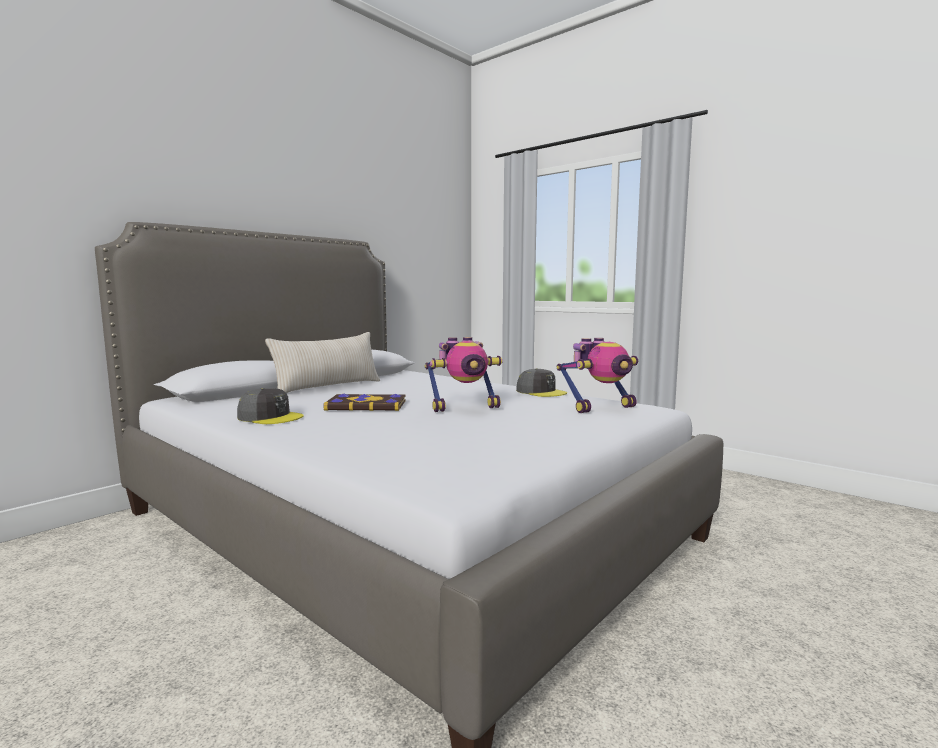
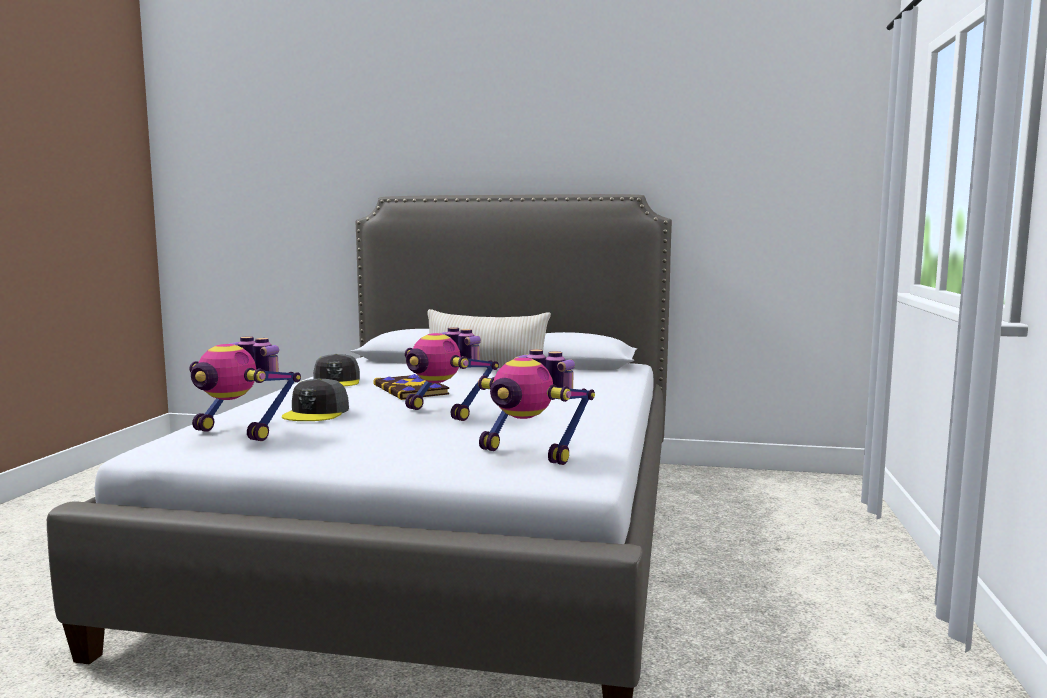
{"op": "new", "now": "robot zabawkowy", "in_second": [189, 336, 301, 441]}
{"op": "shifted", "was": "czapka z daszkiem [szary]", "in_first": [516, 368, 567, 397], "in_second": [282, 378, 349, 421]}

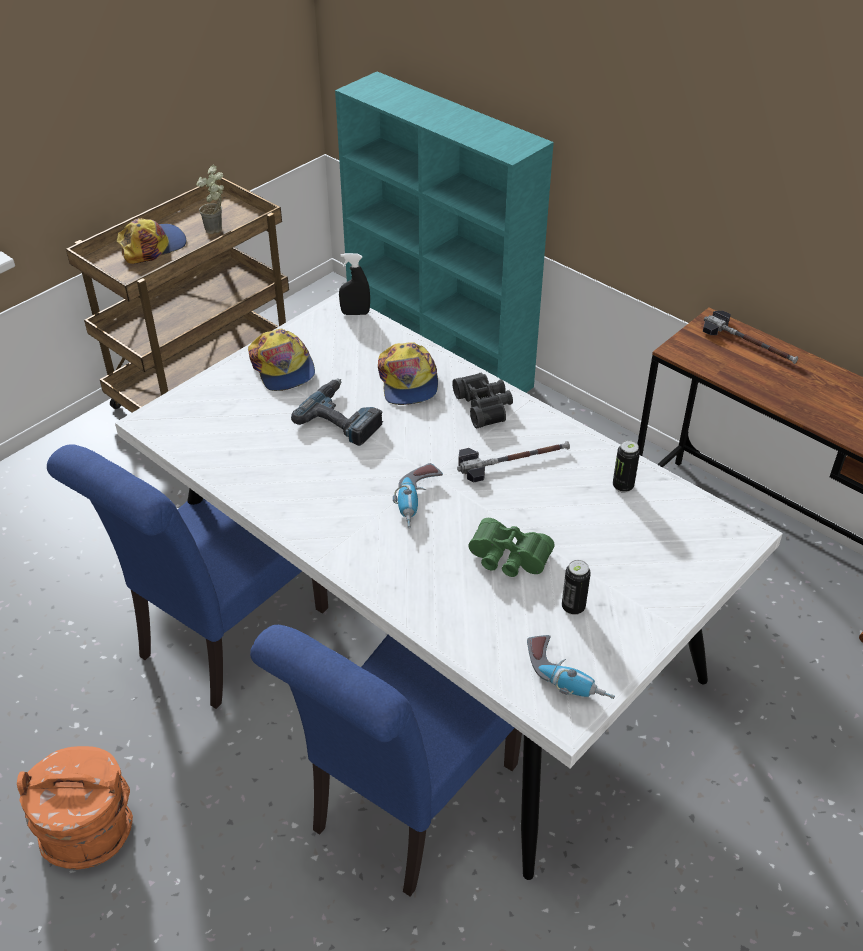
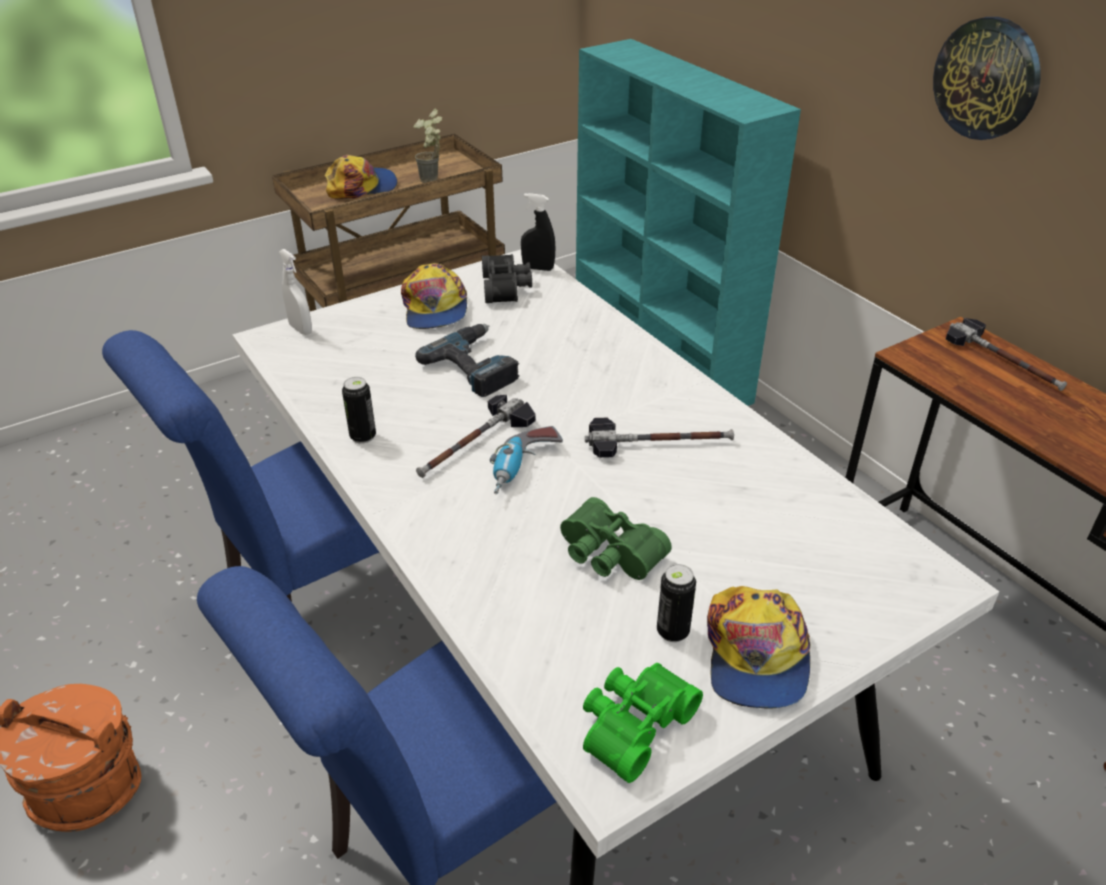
{"op": "new", "now": "spryskiwacz [biały]", "in_second": [279, 249, 312, 335]}
{"op": "shifted", "was": "puszka", "in_first": [613, 440, 640, 493], "in_second": [342, 377, 376, 444]}
{"op": "new", "now": "młotek", "in_second": [416, 395, 536, 478]}
{"op": "shifted", "was": "lornetka [czarny]", "in_first": [452, 373, 513, 428], "in_second": [482, 254, 532, 303]}
{"op": "swapped", "was": "wiertarka", "now": "lornetka [zielony]", "in_first": [527, 635, 615, 699], "in_second": [583, 663, 703, 783]}
{"op": "shifted", "was": "czapka z daszkiem", "in_first": [378, 342, 438, 405], "in_second": [707, 586, 810, 709]}
{"op": "new", "now": "zegar ścienny", "in_second": [933, 17, 1041, 140]}

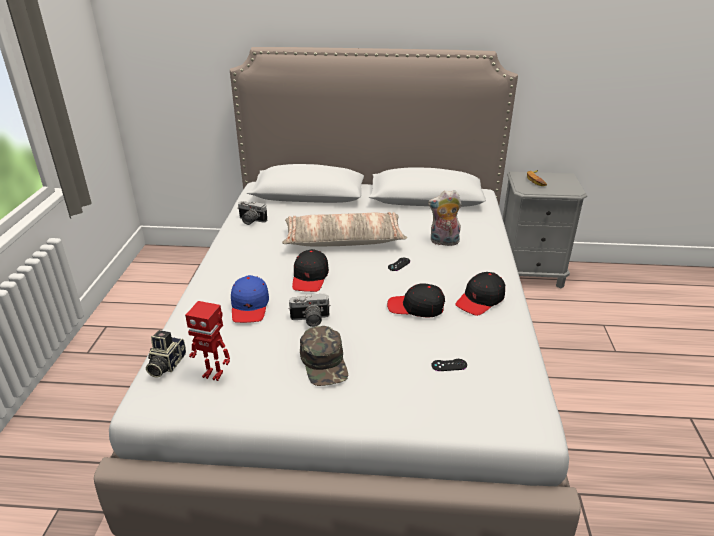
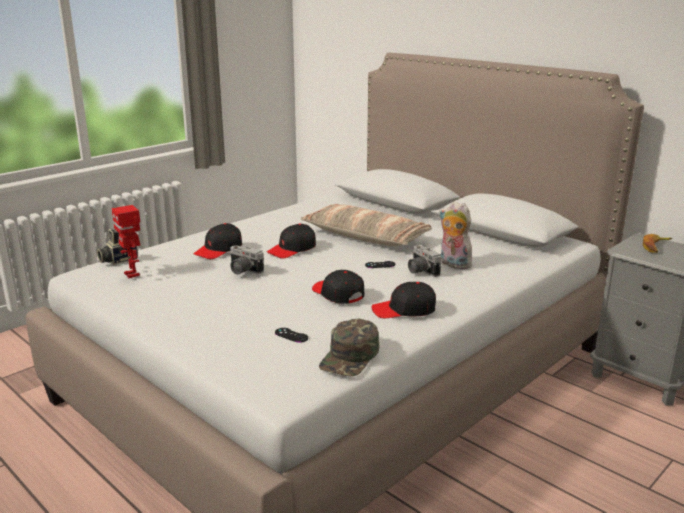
{"op": "repainted", "was": "czapka z daszkiem [niebieski]", "now": "czapka z daszkiem [czarny]", "in_first": [231, 275, 269, 323], "in_second": [194, 223, 242, 259]}
{"op": "shifted", "was": "czapka z daszkiem [zielony]", "in_first": [300, 326, 348, 386], "in_second": [319, 319, 379, 377]}
{"op": "shifted", "was": "aparat fotograficzny", "in_first": [237, 201, 267, 225], "in_second": [408, 245, 442, 277]}

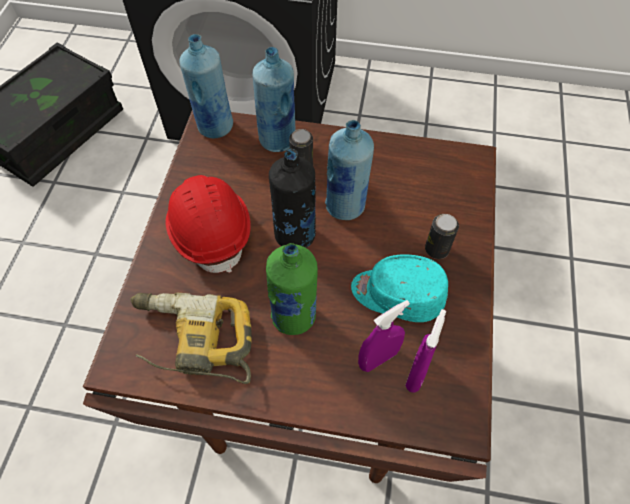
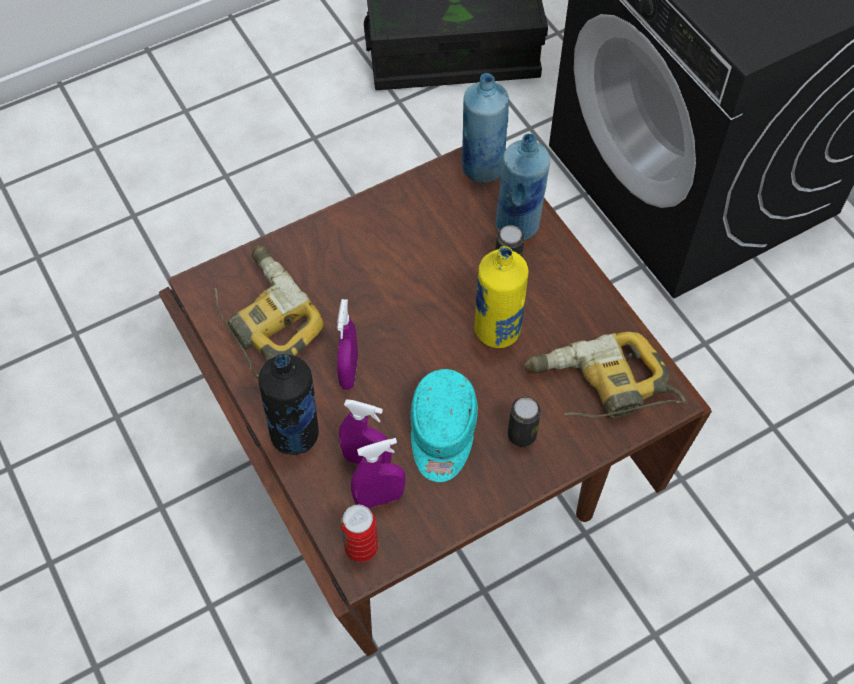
{"op": "shifted", "was": "butelka [czarny]", "in_first": [269, 149, 316, 248], "in_second": [259, 354, 319, 455]}
{"op": "swapped", "was": "butelka [zielony]", "now": "spryskiwacz [fioletowy]", "in_first": [266, 243, 318, 335], "in_second": [337, 299, 358, 390]}
{"op": "new", "now": "puszka", "in_second": [341, 505, 378, 562]}
{"op": "rotated", "was": "czapka z daszkiem [turkusowy]", "in_first": [351, 254, 448, 322], "in_second": [411, 369, 478, 482], "clockwise": -150}
{"op": "repainted", "was": "butelka [niebieski]", "now": "butelka [żółty]", "in_first": [325, 120, 374, 220], "in_second": [474, 246, 528, 348]}
{"op": "new", "now": "wiertarka", "in_second": [524, 332, 687, 418]}
{"op": "gone", "was": "kask [czerwony]", "in_first": [165, 175, 251, 273]}

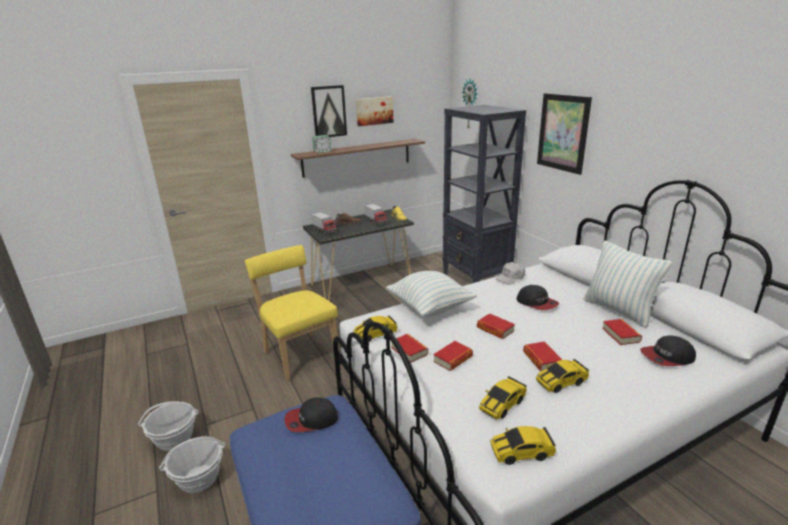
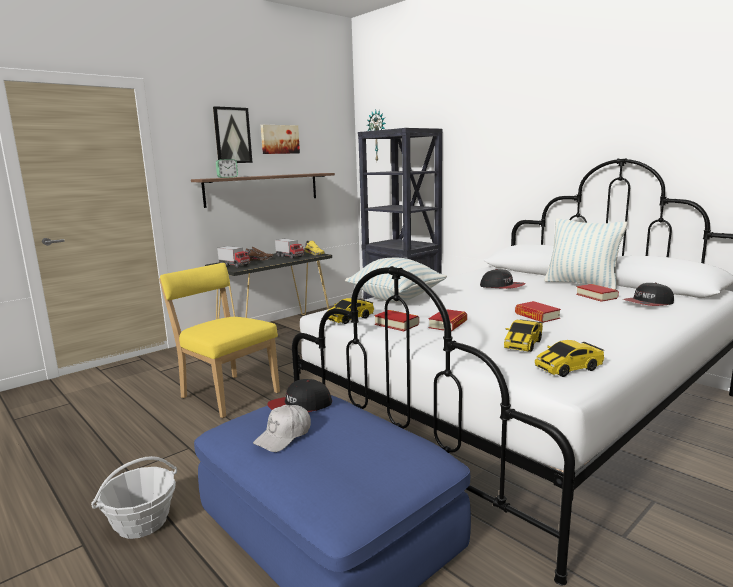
{"op": "shifted", "was": "czapka z daszkiem [biały]", "in_first": [495, 262, 525, 285], "in_second": [253, 405, 311, 452]}
{"op": "gone", "was": "koszyk", "in_first": [138, 401, 199, 451]}
{"op": "gone", "was": "książka", "in_first": [477, 313, 515, 339]}
{"op": "gone", "was": "samochodzik", "in_first": [536, 359, 590, 393]}
{"op": "gone", "was": "obraz", "in_first": [537, 93, 592, 175]}

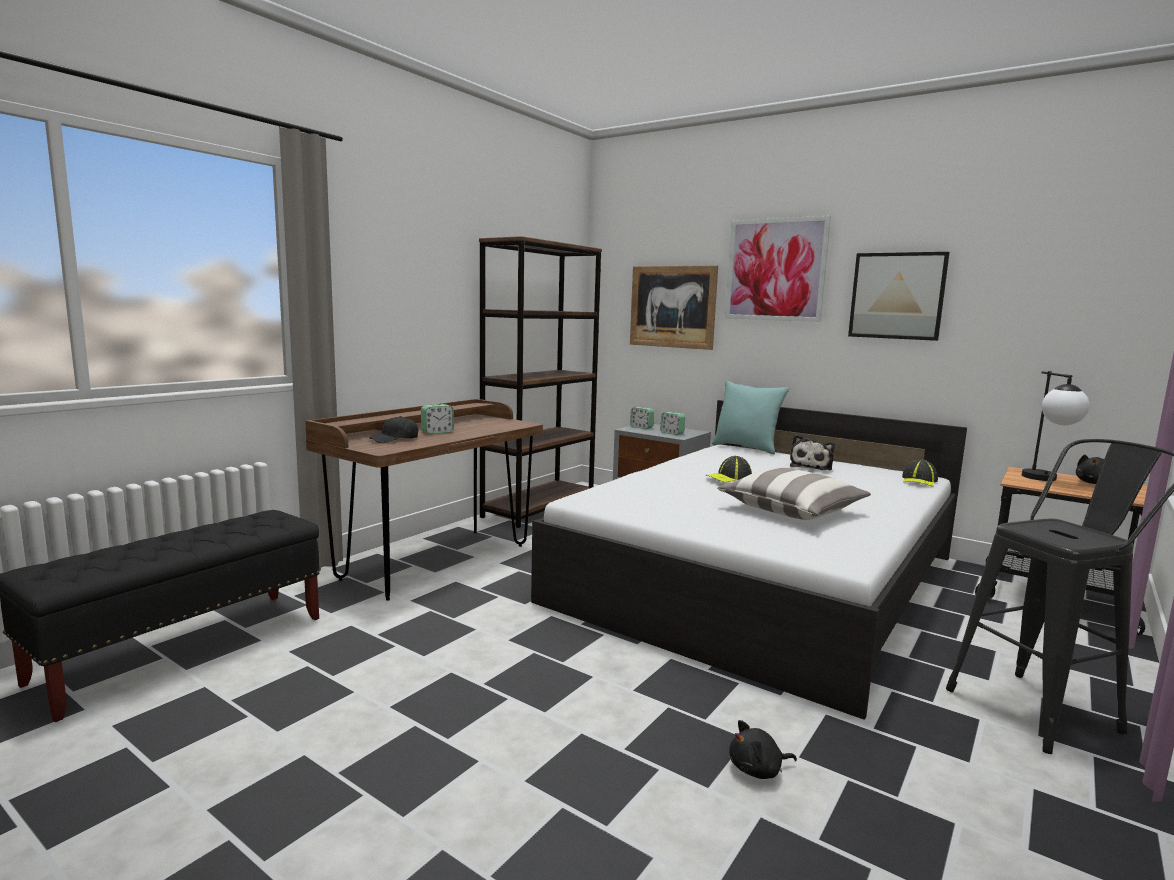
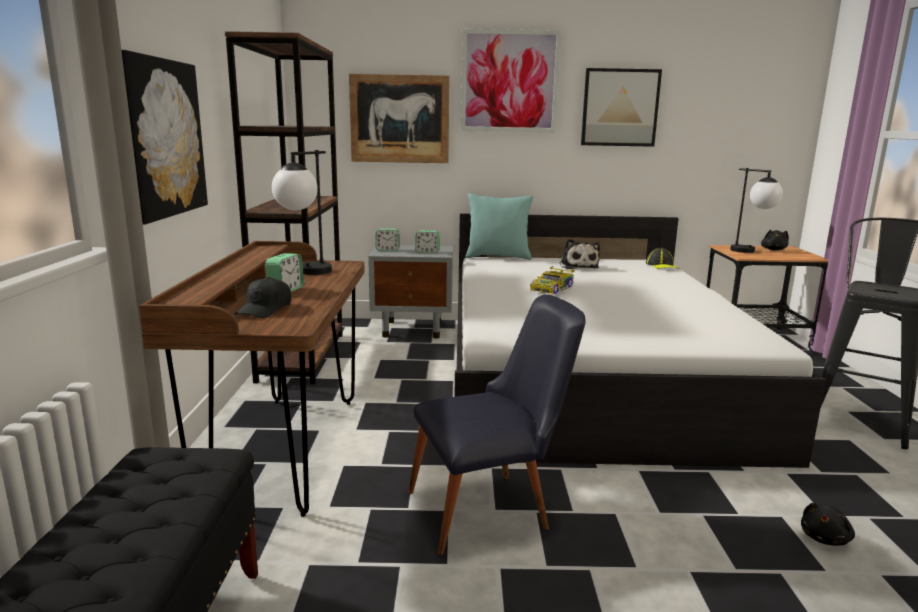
{"op": "new", "now": "obraz", "in_second": [121, 50, 208, 225]}
{"op": "new", "now": "lampa stołowa", "in_second": [272, 150, 332, 275]}
{"op": "new", "now": "krzesło [czarny]", "in_second": [408, 294, 586, 555]}
{"op": "swapped", "was": "czapka z daszkiem", "now": "samochodzik", "in_first": [706, 456, 752, 483], "in_second": [530, 266, 574, 294]}
{"op": "gone", "was": "poduszka", "in_first": [717, 467, 871, 520]}

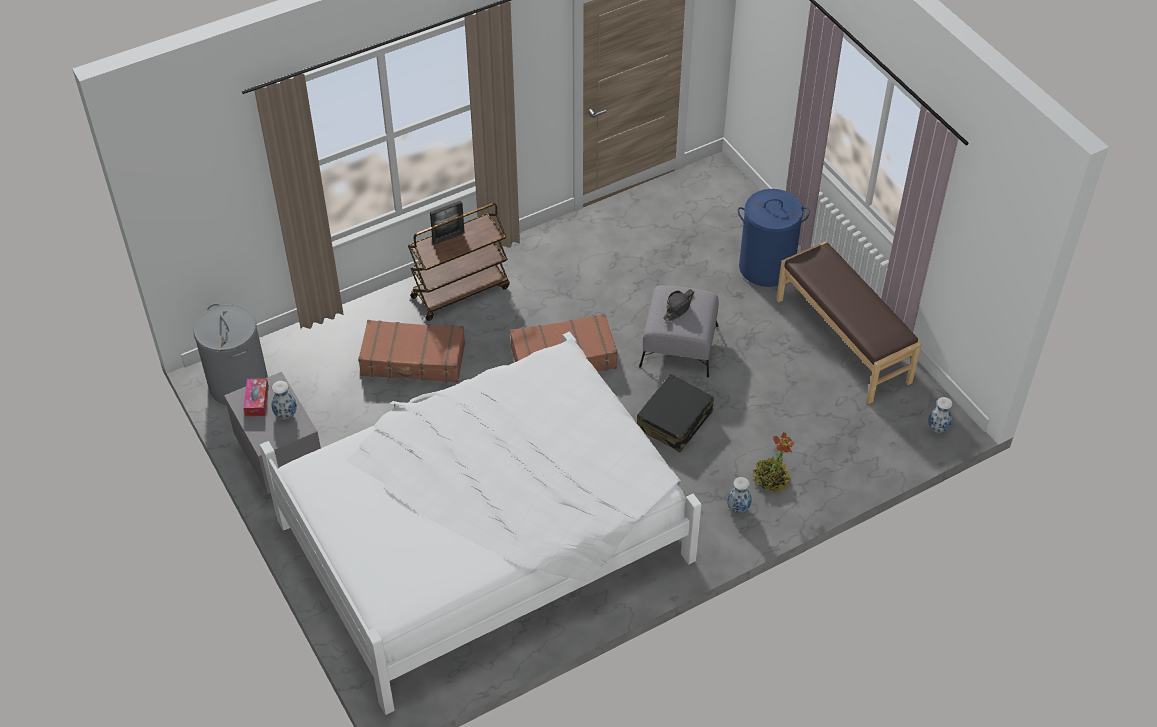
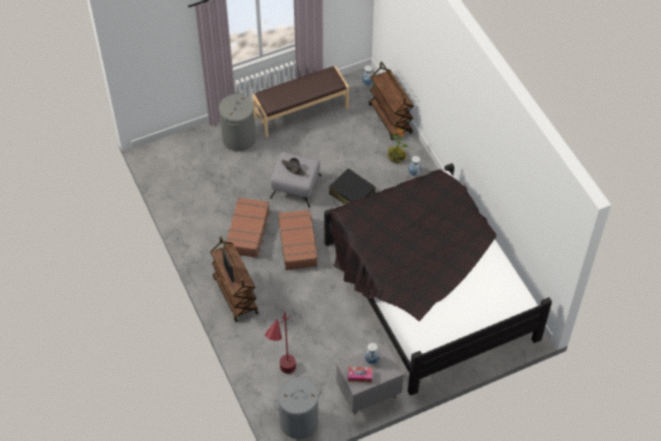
{"op": "repainted", "was": "kosz na pranie [niebieski]", "now": "kosz na pranie [szary]", "in_first": [738, 189, 810, 287], "in_second": [219, 92, 256, 151]}
{"op": "shifted", "was": "walizka [brązowy]", "in_first": [358, 320, 465, 382], "in_second": [225, 197, 271, 258]}
{"op": "new", "now": "lampa stojąca [czerwony]", "in_second": [265, 311, 296, 374]}
{"op": "repainted", "was": "łóżko [biały]", "now": "łóżko [czarny]", "in_first": [259, 332, 701, 715], "in_second": [324, 163, 552, 396]}
{"op": "new", "now": "wózek [brązowy]", "in_second": [368, 62, 414, 140]}

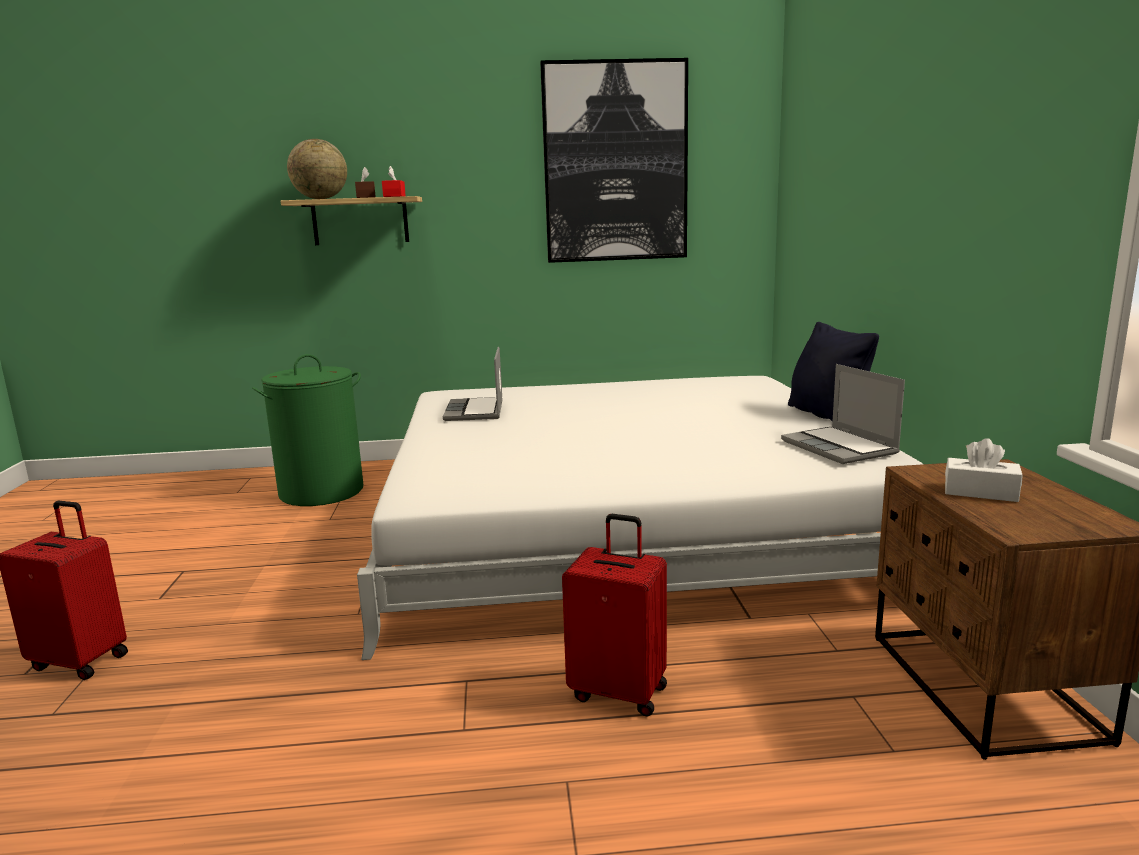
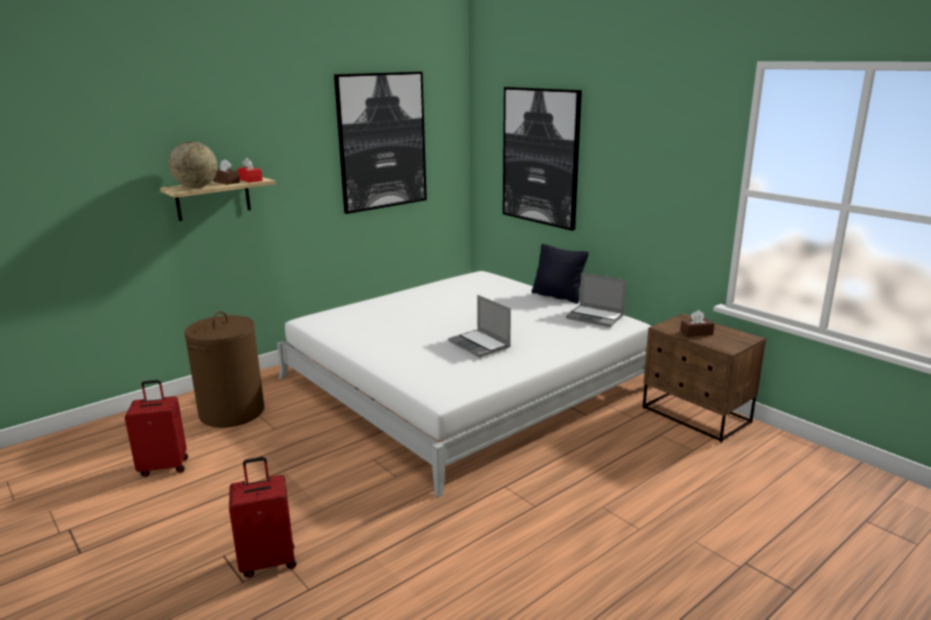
{"op": "shifted", "was": "walizka [czerwony]", "in_first": [562, 514, 667, 717], "in_second": [125, 380, 188, 477]}
{"op": "repainted", "was": "kosz na pranie [zielony]", "now": "kosz na pranie [brązowy]", "in_first": [252, 354, 363, 506], "in_second": [184, 311, 264, 428]}
{"op": "shifted", "was": "laptop", "in_first": [443, 347, 503, 421], "in_second": [448, 295, 511, 357]}
{"op": "new", "now": "obraz", "in_second": [503, 87, 582, 231]}
{"op": "repainted", "was": "pudełko chusteczek [biały]", "now": "pudełko chusteczek [brązowy]", "in_first": [945, 438, 1023, 502], "in_second": [680, 310, 714, 337]}

